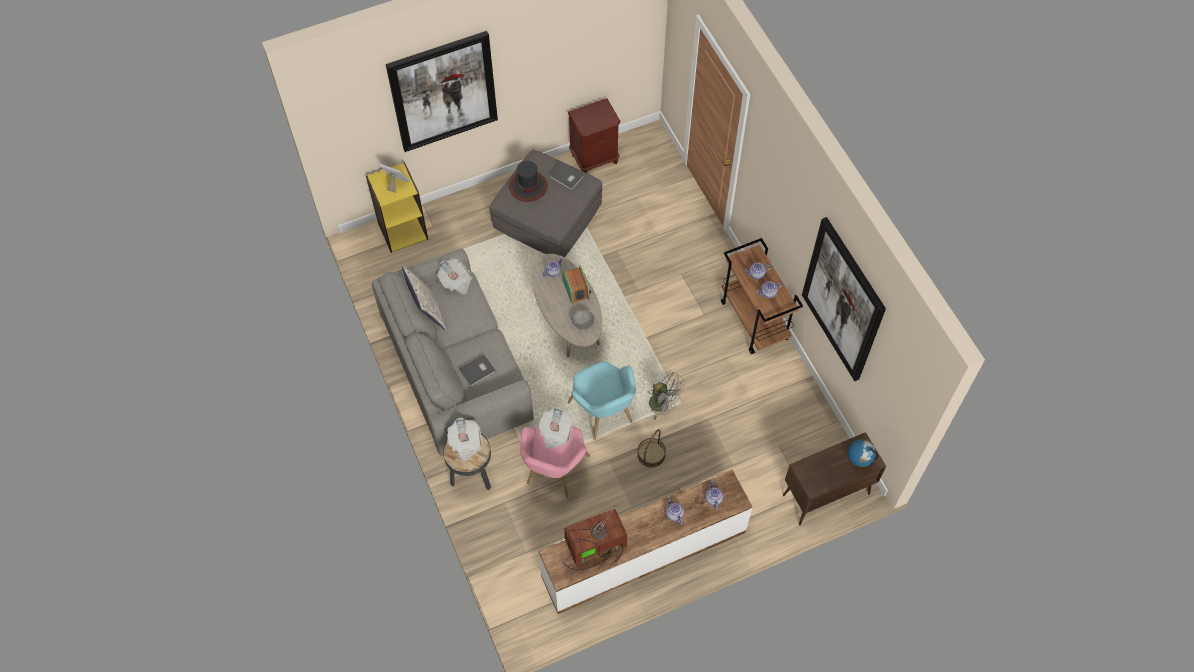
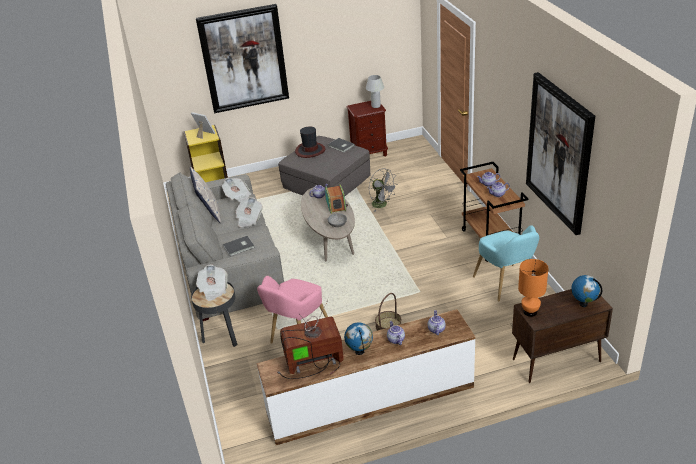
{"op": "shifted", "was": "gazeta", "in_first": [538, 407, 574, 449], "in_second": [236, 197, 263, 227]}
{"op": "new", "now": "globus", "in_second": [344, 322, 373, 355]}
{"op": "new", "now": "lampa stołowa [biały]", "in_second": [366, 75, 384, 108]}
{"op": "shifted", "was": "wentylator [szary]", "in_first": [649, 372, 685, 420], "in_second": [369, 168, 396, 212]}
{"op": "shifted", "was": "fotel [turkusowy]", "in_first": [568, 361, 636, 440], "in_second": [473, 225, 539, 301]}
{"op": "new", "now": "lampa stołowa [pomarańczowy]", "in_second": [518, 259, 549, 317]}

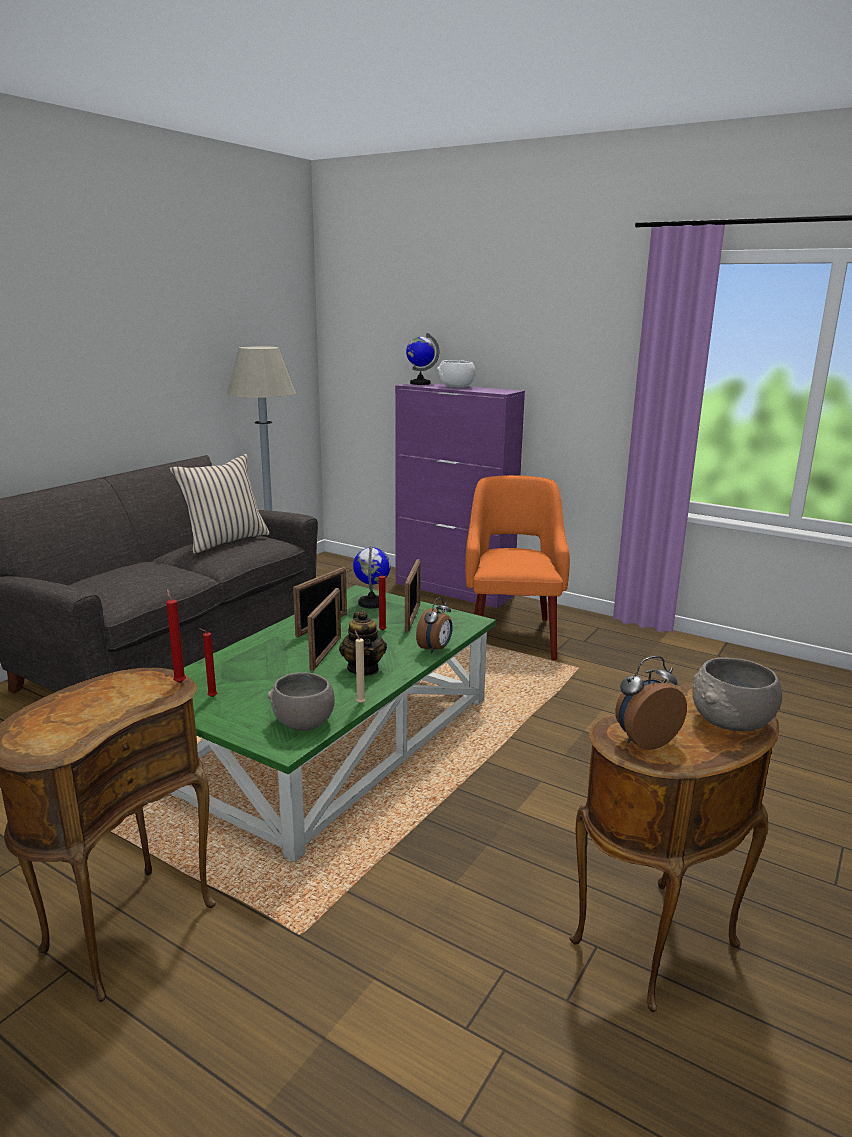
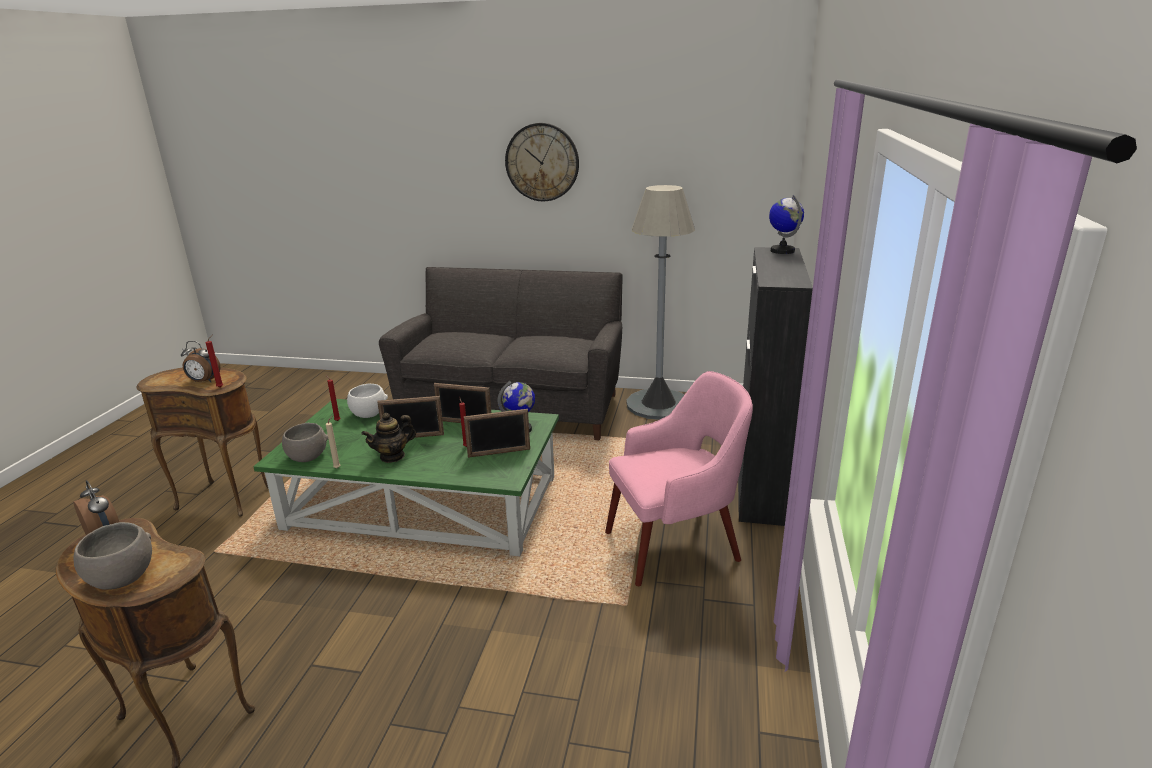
{"op": "shifted", "was": "budzik", "in_first": [416, 597, 453, 654], "in_second": [181, 341, 221, 382]}
{"op": "shifted", "was": "miska [biały]", "in_first": [437, 360, 475, 388], "in_second": [347, 383, 388, 418]}
{"op": "new", "now": "zegar ścienny", "in_second": [505, 123, 579, 201]}
{"op": "repainted", "was": "fotel [pomarańczowy]", "now": "fotel [różowy]", "in_first": [465, 475, 570, 660], "in_second": [605, 371, 753, 586]}
{"op": "repainted", "was": "szafka [fioletowy]", "now": "szafka [czarny]", "in_first": [395, 383, 525, 608], "in_second": [738, 247, 813, 526]}
{"op": "gone", "was": "poduszka [beżowy]", "in_first": [170, 454, 270, 554]}

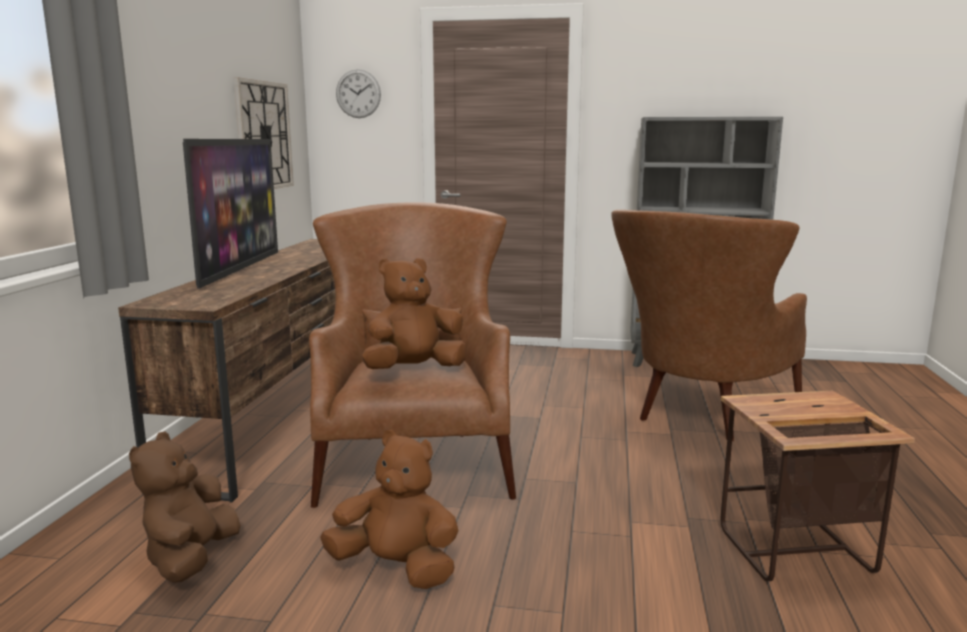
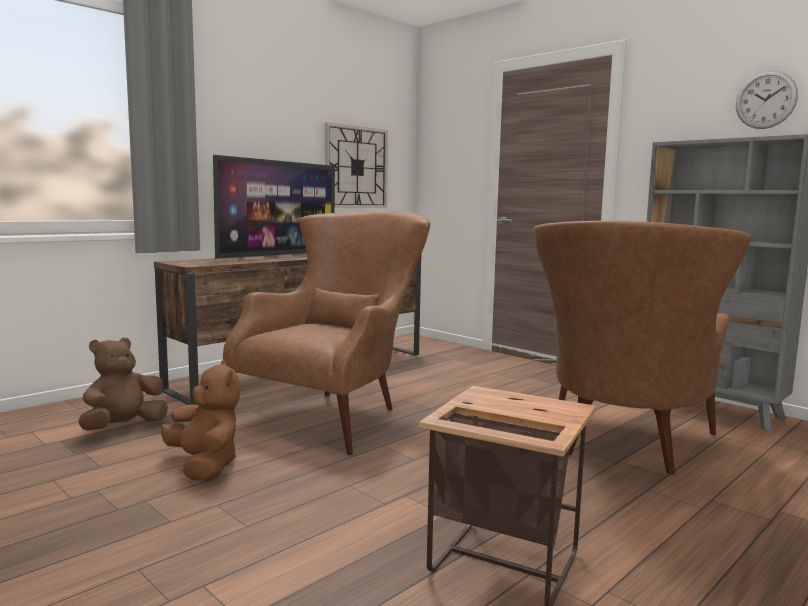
{"op": "rotated", "was": "fotel [brązowy]", "in_first": [611, 210, 807, 441], "in_second": [533, 221, 751, 475], "clockwise": -45}
{"op": "shifted", "was": "zegar ścienny", "in_first": [336, 69, 381, 118], "in_second": [736, 71, 798, 129]}
{"op": "gone", "was": "pluszak [brązowy]", "in_first": [362, 258, 467, 369]}

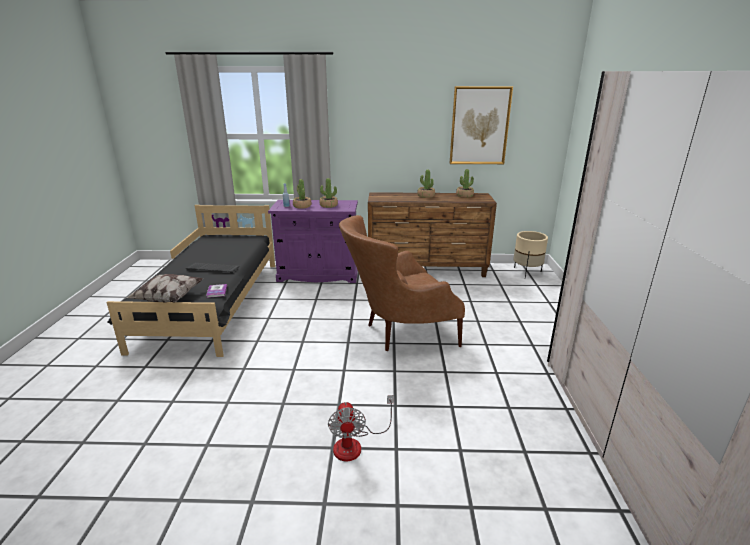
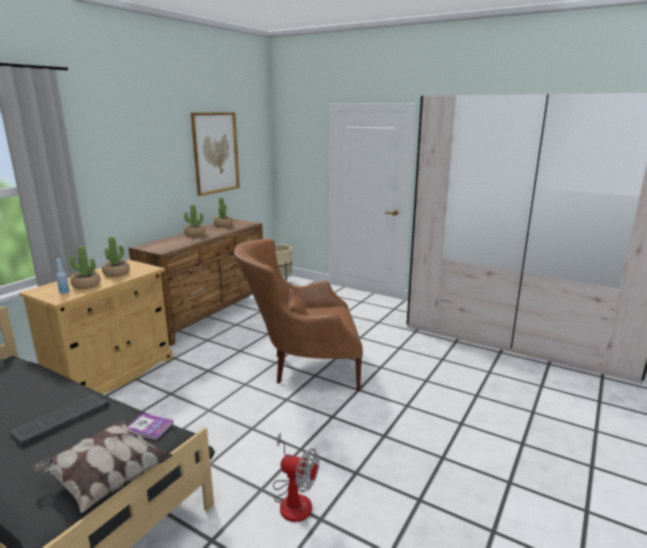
{"op": "repainted", "was": "szafka [fioletowy]", "now": "szafka [beżowy]", "in_first": [268, 200, 358, 283], "in_second": [19, 260, 173, 394]}
{"op": "rotated", "was": "fotel [brązowy]", "in_first": [339, 215, 465, 351], "in_second": [234, 239, 363, 391], "clockwise": 75}
{"op": "shifted", "was": "wentylator", "in_first": [328, 395, 394, 461], "in_second": [273, 433, 319, 522]}

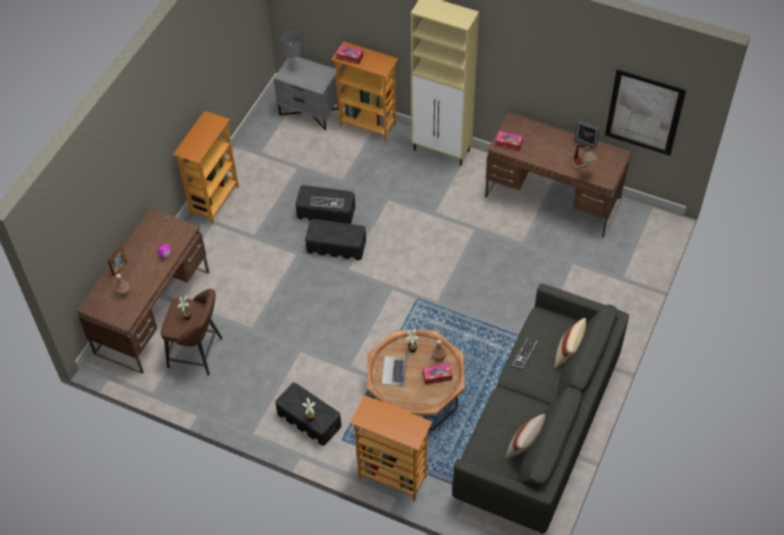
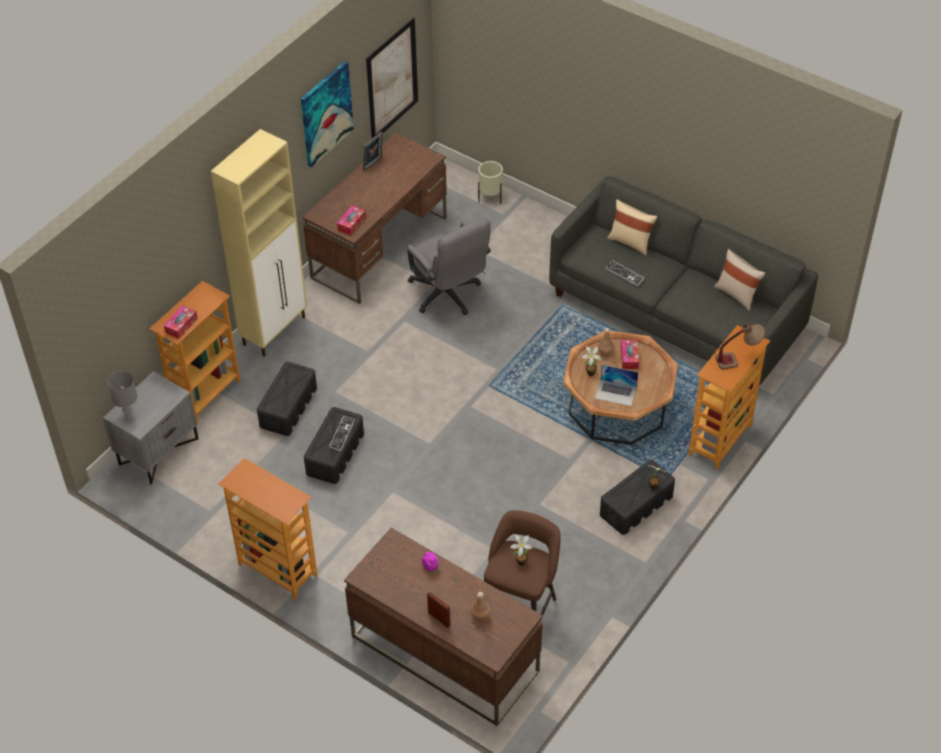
{"op": "shifted", "was": "pojemnik do przechowywania [czarny]", "in_first": [305, 219, 366, 260], "in_second": [257, 362, 317, 436]}
{"op": "new", "now": "obraz", "in_second": [301, 61, 354, 167]}
{"op": "new", "now": "krzesło biurowe [szary]", "in_second": [407, 218, 491, 315]}
{"op": "new", "now": "donica [beżowy]", "in_second": [478, 161, 503, 204]}
{"op": "shifted", "was": "lampa stołowa", "in_first": [569, 145, 599, 169], "in_second": [715, 324, 765, 369]}

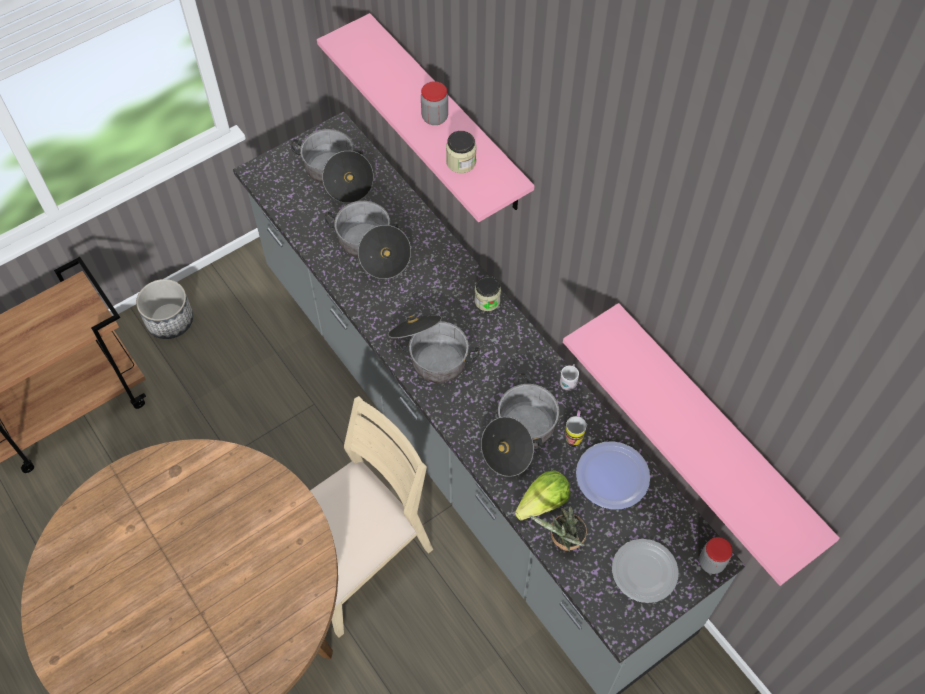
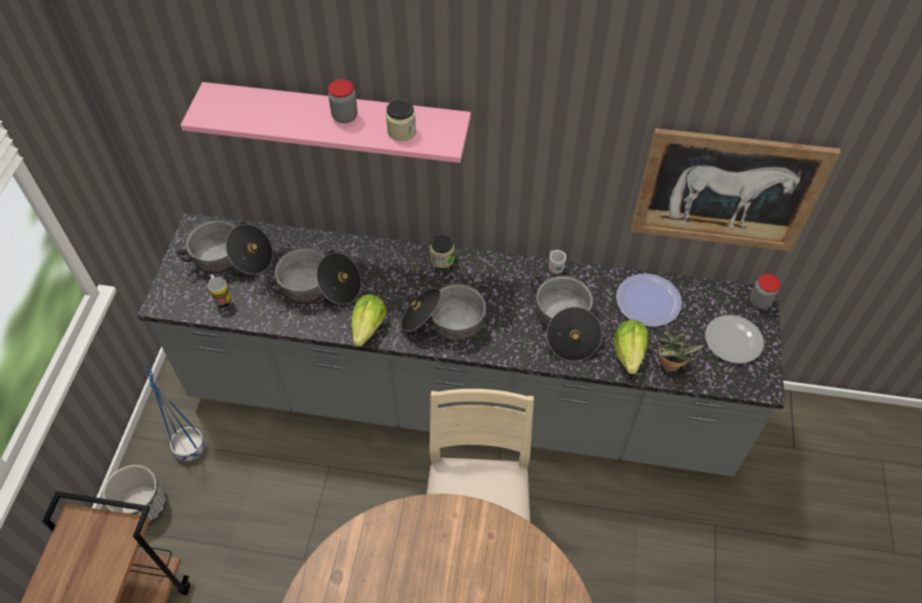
{"op": "new", "now": "donica [niebieski]", "in_second": [143, 364, 206, 461]}
{"op": "shifted", "was": "kubek", "in_first": [565, 410, 586, 447], "in_second": [208, 274, 230, 308]}
{"op": "new", "now": "sałata", "in_second": [352, 294, 387, 347]}
{"op": "swapped", "was": "półka [różowy]", "now": "obraz", "in_first": [563, 303, 840, 586], "in_second": [631, 128, 841, 252]}

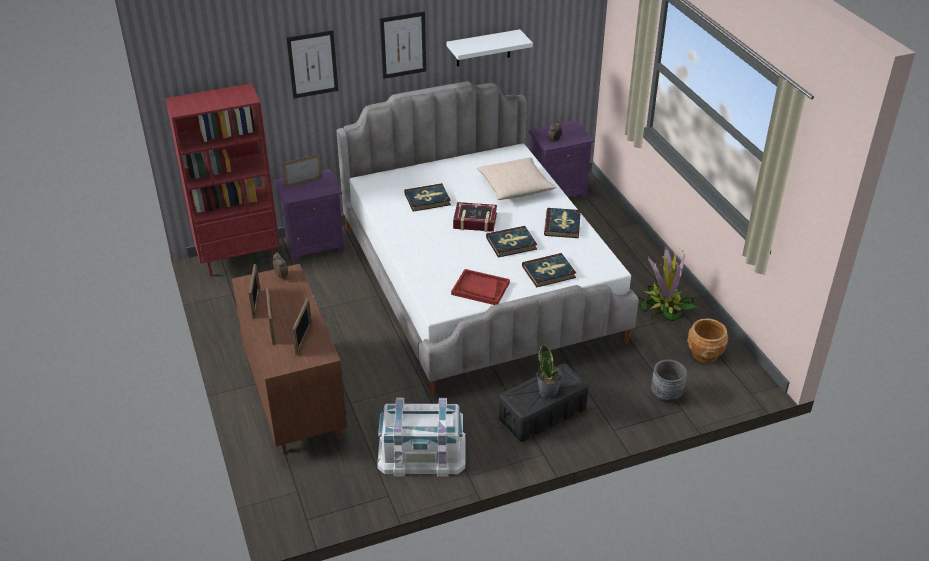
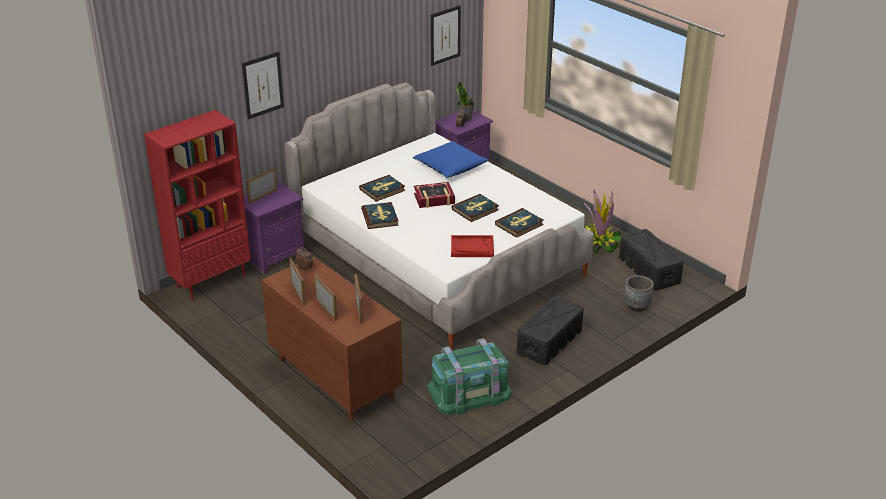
{"op": "shifted", "was": "książka", "in_first": [544, 208, 581, 238], "in_second": [361, 202, 399, 229]}
{"op": "repainted", "was": "poduszka [beżowy]", "now": "poduszka [niebieski]", "in_first": [477, 157, 556, 200], "in_second": [413, 141, 489, 178]}
{"op": "repainted", "was": "pojemnik do przechowywania [biały]", "now": "pojemnik do przechowywania [zielony]", "in_first": [377, 398, 465, 477], "in_second": [428, 338, 512, 415]}
{"op": "shifted", "was": "obraz", "in_first": [380, 11, 426, 79], "in_second": [431, 5, 461, 66]}
{"op": "shifted", "was": "roślina doniczkowa", "in_first": [537, 344, 563, 398], "in_second": [457, 81, 475, 121]}
{"op": "swapped", "was": "donica [brązowy]", "now": "pojemnik do przechowywania [czarny]", "in_first": [687, 318, 729, 363], "in_second": [619, 229, 684, 291]}
{"op": "gone", "was": "półka [biały]", "in_first": [447, 29, 533, 67]}

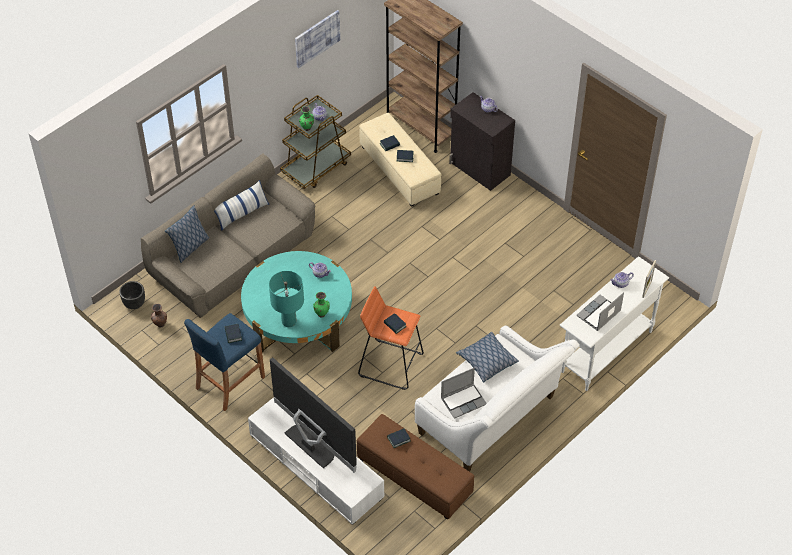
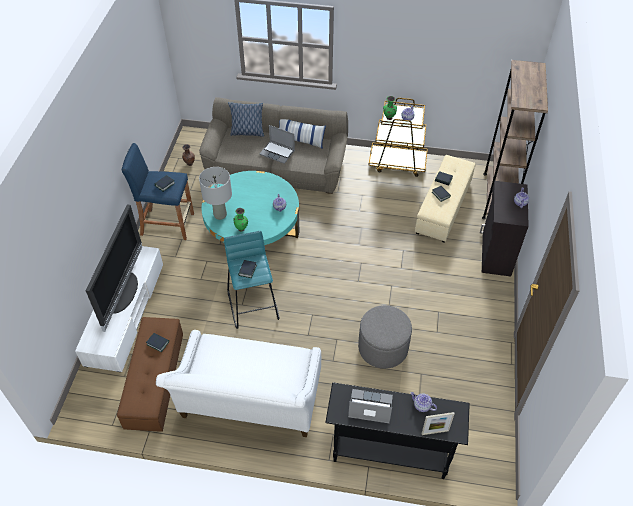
{"op": "repainted", "was": "lampa stołowa [turkusowy]", "now": "lampa stołowa [szary]", "in_first": [269, 271, 304, 327], "in_second": [199, 167, 232, 220]}
{"op": "repainted", "was": "stołek [pomarańczowy]", "now": "stołek [turkusowy]", "in_first": [358, 286, 424, 390], "in_second": [224, 231, 279, 329]}
{"op": "shifted", "was": "laptop", "in_first": [441, 368, 487, 419], "in_second": [260, 125, 295, 164]}
{"op": "repainted", "was": "stolik konsolowy [biały]", "now": "stolik konsolowy [czarny]", "in_first": [559, 256, 669, 391], "in_second": [325, 383, 470, 479]}
{"op": "new", "now": "pufa [szary]", "in_second": [358, 305, 412, 369]}
{"op": "gone", "was": "donica [czarny]", "in_first": [119, 281, 145, 309]}
{"op": "gone", "was": "obraz", "in_first": [295, 10, 340, 68]}
{"op": "gone", "was": "poduszka", "in_first": [456, 331, 519, 382]}

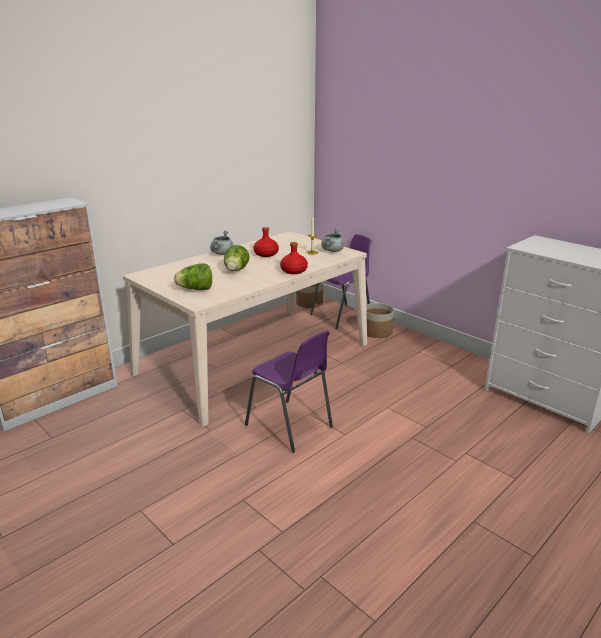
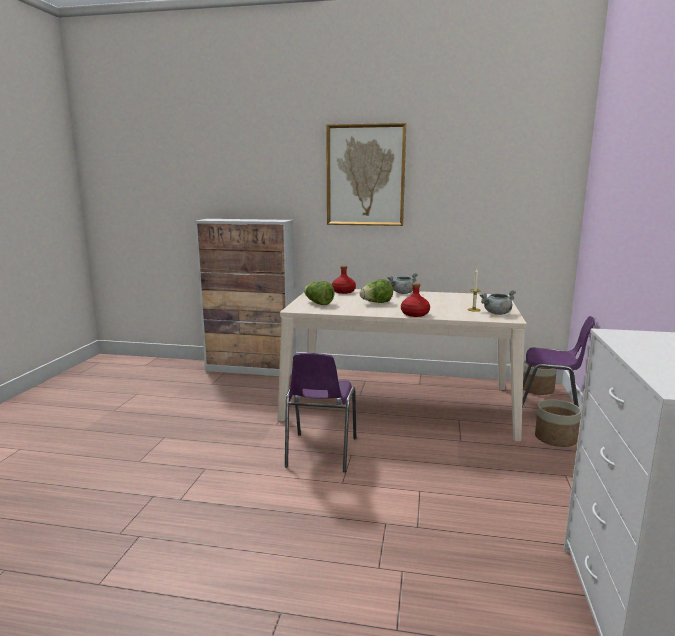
{"op": "new", "now": "obraz", "in_second": [326, 123, 406, 226]}
{"op": "shifted", "was": "butelka [czerwony]", "in_first": [253, 227, 279, 257], "in_second": [332, 266, 356, 294]}

